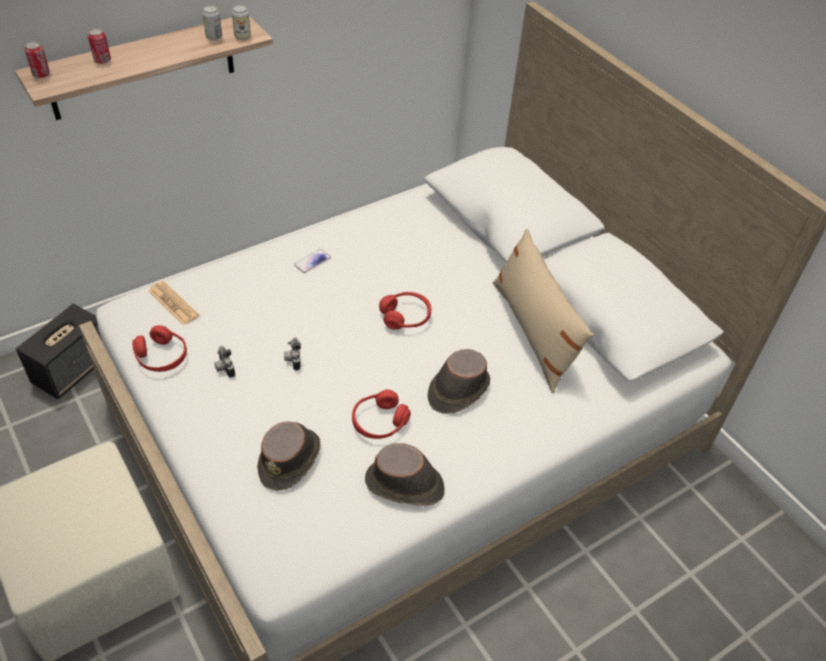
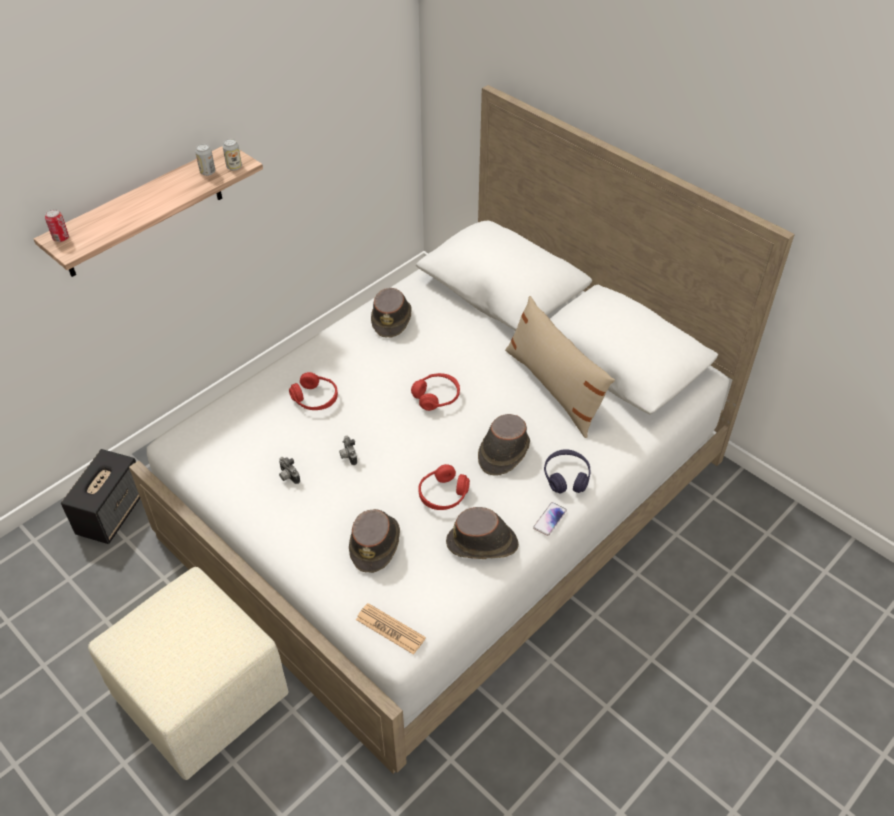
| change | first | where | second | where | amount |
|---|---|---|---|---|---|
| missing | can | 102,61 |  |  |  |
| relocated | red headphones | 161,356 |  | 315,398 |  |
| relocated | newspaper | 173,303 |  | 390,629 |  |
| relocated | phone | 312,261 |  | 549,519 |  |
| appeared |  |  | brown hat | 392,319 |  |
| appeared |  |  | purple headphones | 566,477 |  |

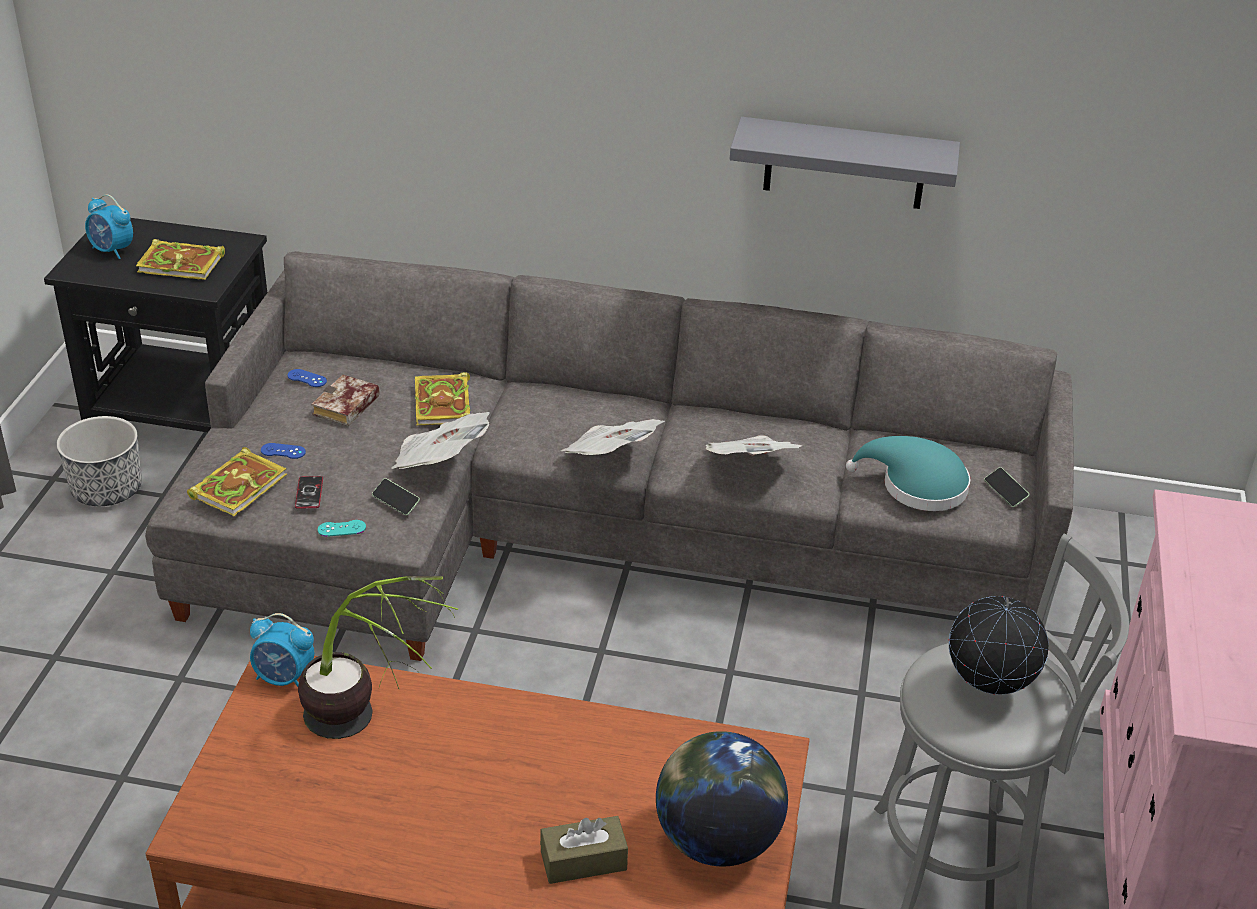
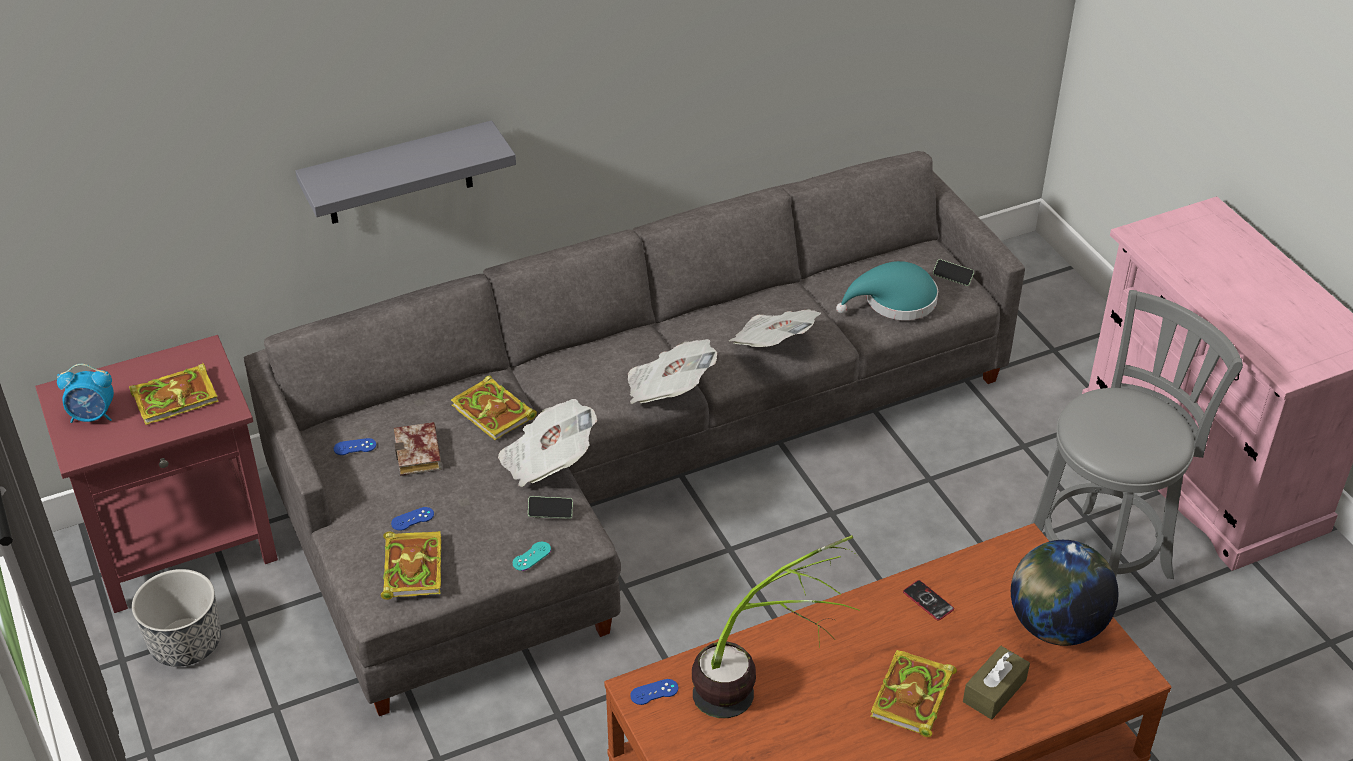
| change | first | where | second | where | amount |
|---|---|---|---|---|---|
| colour | black side table | 184,421 | red side table | 183,545 |  |
| exchanged | alarm clock | 284,678 | blue game controller | 654,692 |  |
| relocated | phone | 309,493 |  | 928,601 |  |
| relocated | grey shelf | 845,163 |  | 399,174 |  |
| missing | globe | 988,690 |  |  |  |
| appeared |  |  | book | 912,698 |  |

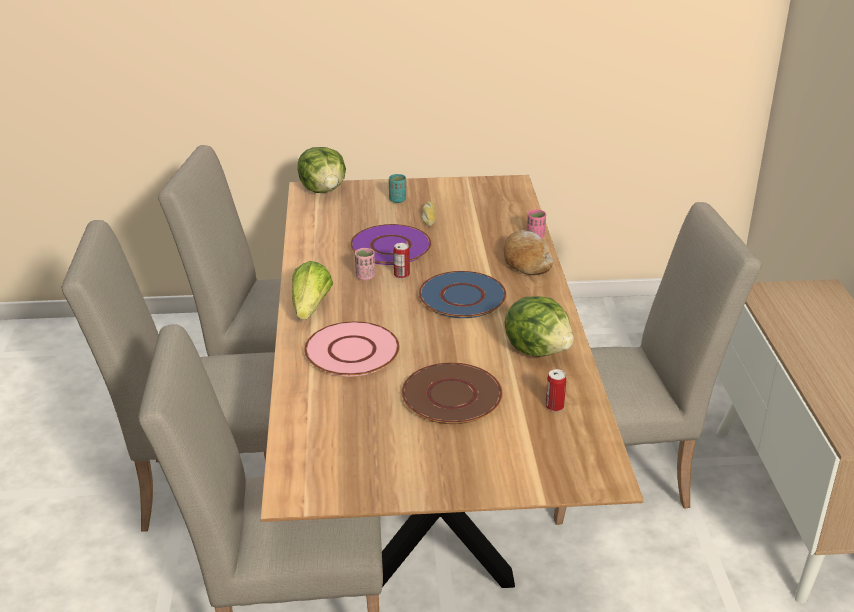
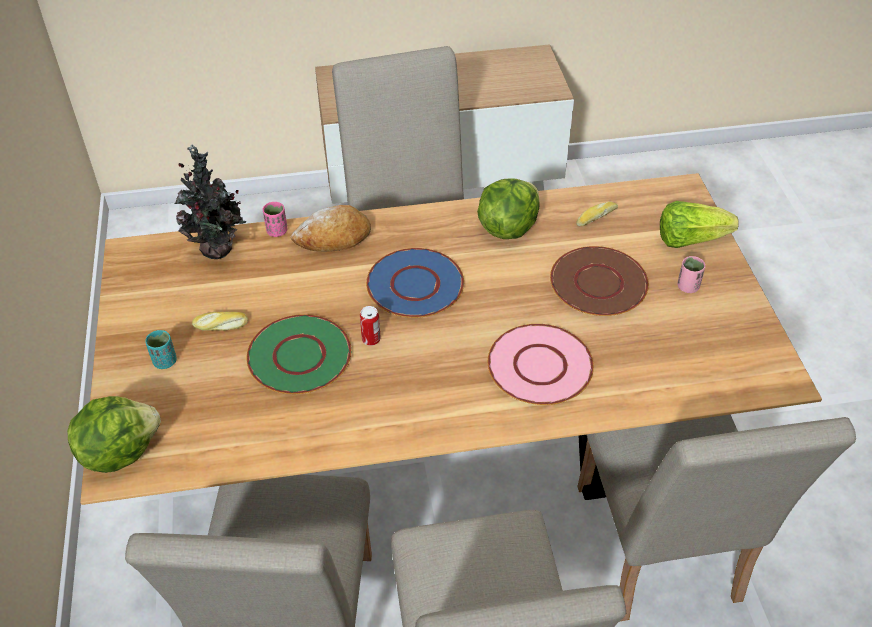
| change | first | where | second | where | amount |
|---|---|---|---|---|---|
| relocated | lettuce | 310,308 |  | 689,239 |  |
| colour | purple plate | 390,246 | green plate | 299,356 |  |
| relocated | pink cup | 365,276 |  | 687,287 |  |
| exchanged | can | 554,406 | bread | 595,217 |  |
| appeared |  |  | potted plant | 219,251 |  |

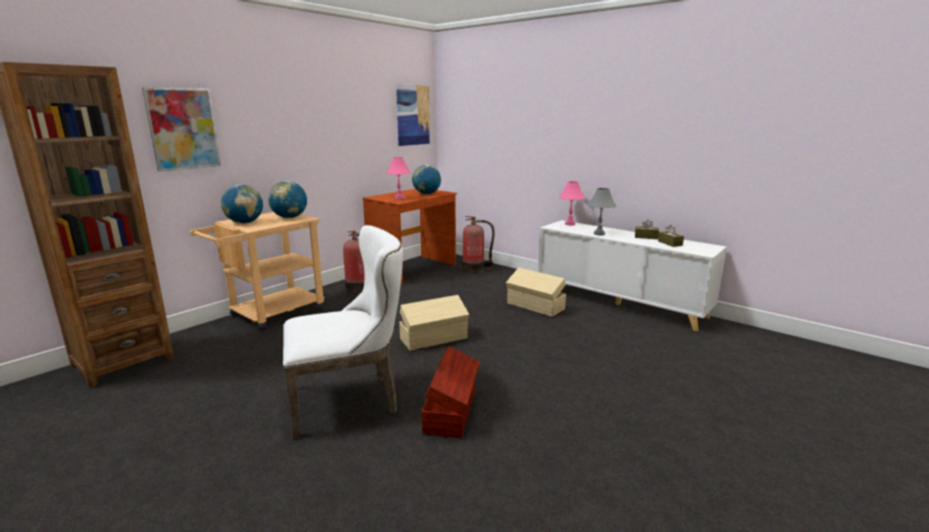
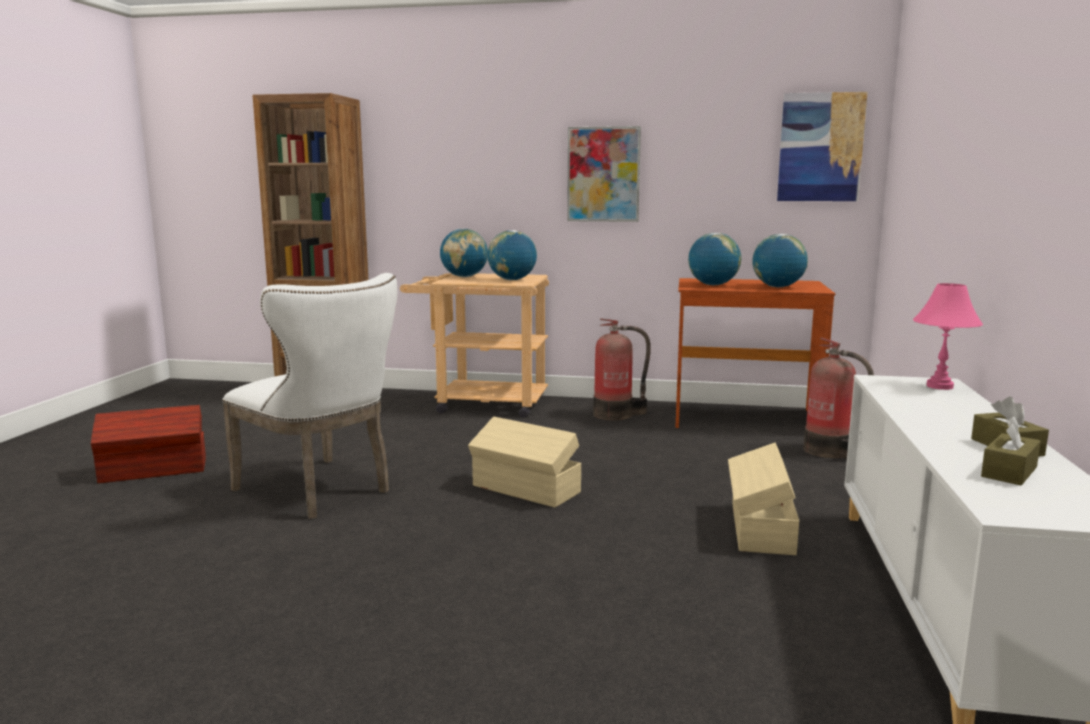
| change | first | where | second | where | amount |
|---|---|---|---|---|---|
| relocated | picture | 183,129 |  | 603,174 |  |
| exchanged | pink table lamp | 399,198 | globe | 713,285 |  |
| relocated | brown storage box | 452,411 |  | 154,470 |  |
| missing | grey table lamp | 599,234 |  |  |  |

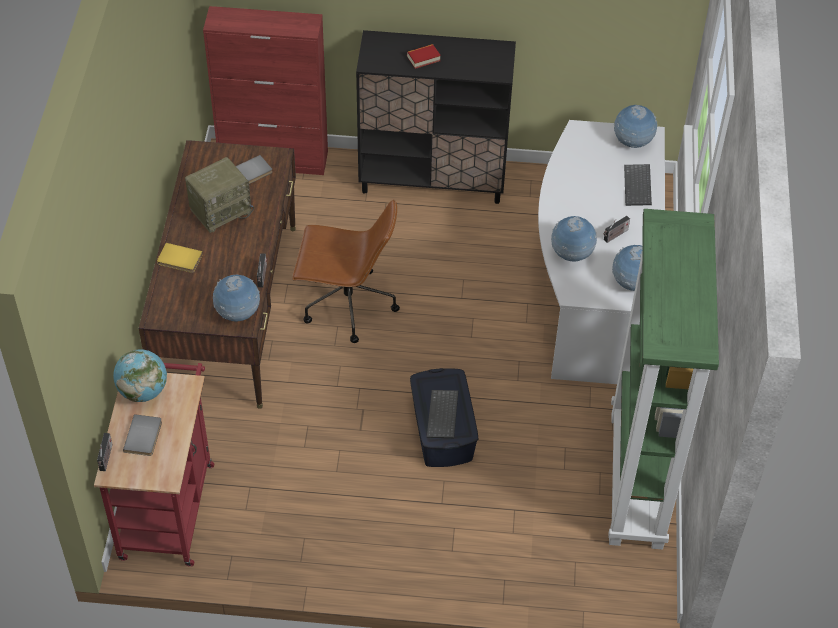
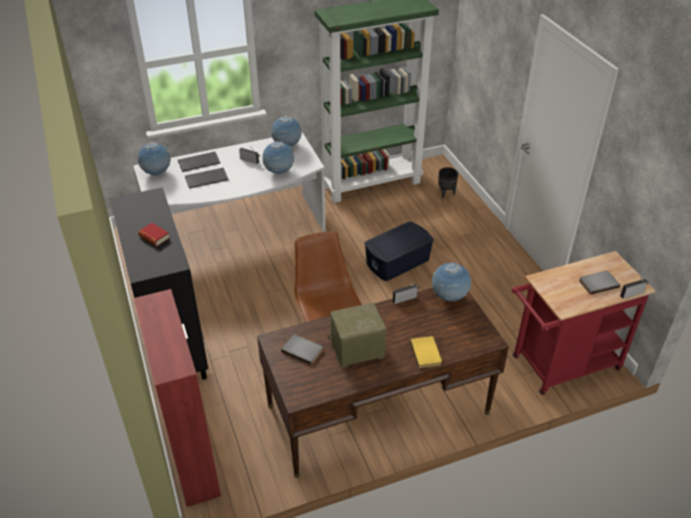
| change | first | where | second | where | amount |
|---|---|---|---|---|---|
| missing | globe | 143,391 |  |  |  |
| spun | radio | 221,210 |  | 356,351 | 45 degrees counterclockwise |
| relocated | keyboard | 443,416 |  | 207,178 |  |
| appeared |  |  | black planter | 446,194 |  |

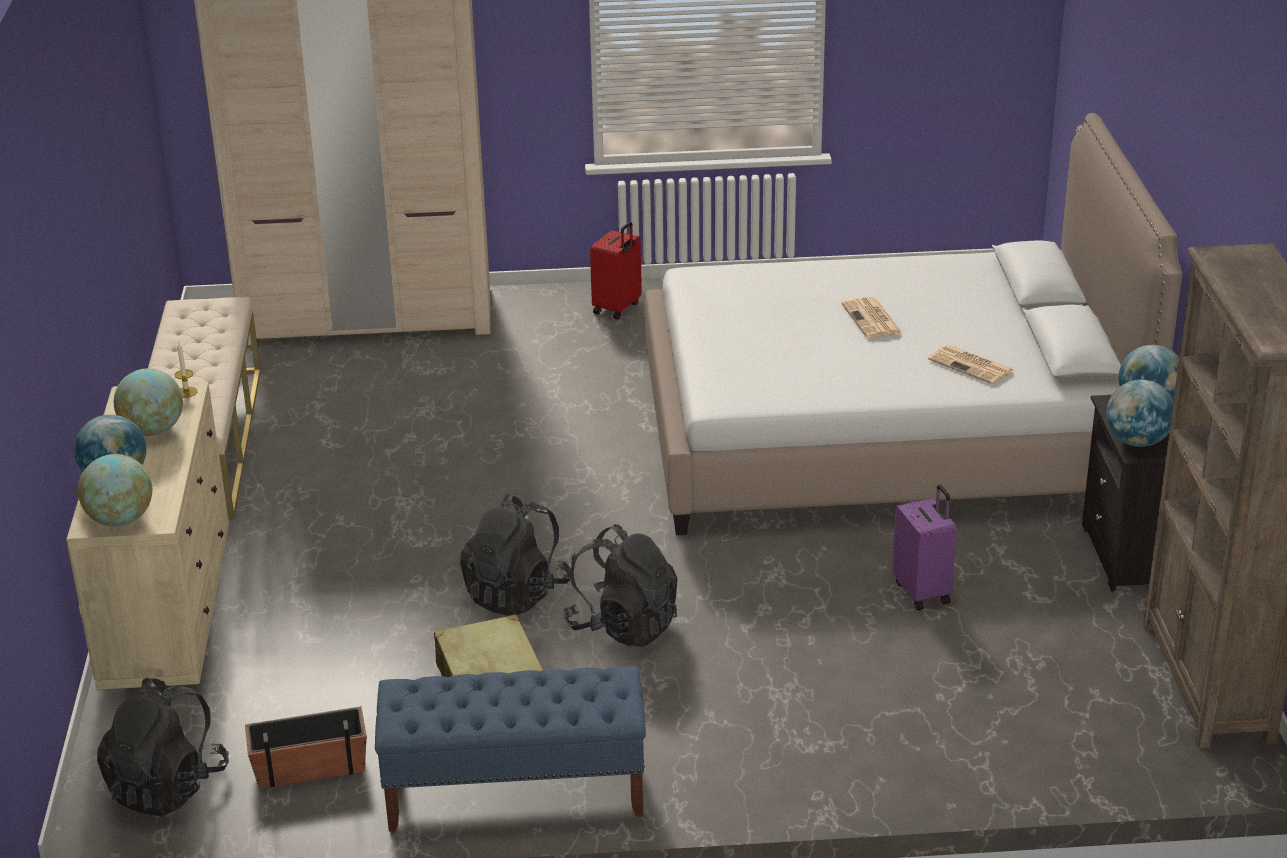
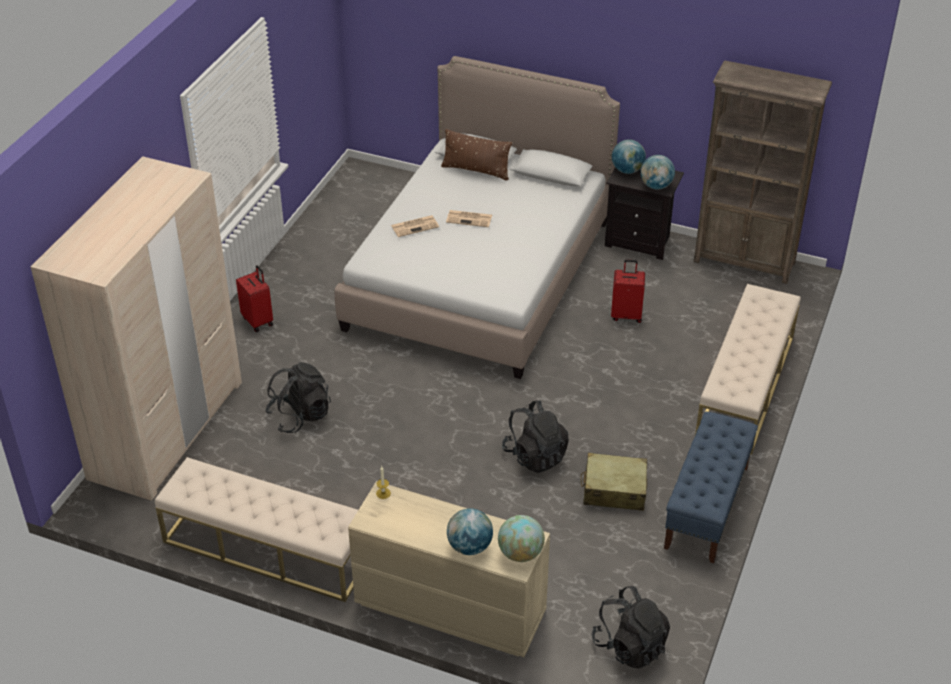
| change | first | where | second | where | amount |
|---|---|---|---|---|---|
| missing | globe | 153,431 |  |  |  |
| missing | planter | 310,766 |  |  |  |
| relocated | black backpack | 623,626 |  | 300,416 |  |
| colour | purple suitcase | 923,592 | red suitcase | 626,315 |  |
| relocated | newspaper | 972,365 |  | 415,226 |  |
| appeared |  |  | brown pillow | 476,170 |  |
| appeared |  |  | beige bench | 745,387 |  |

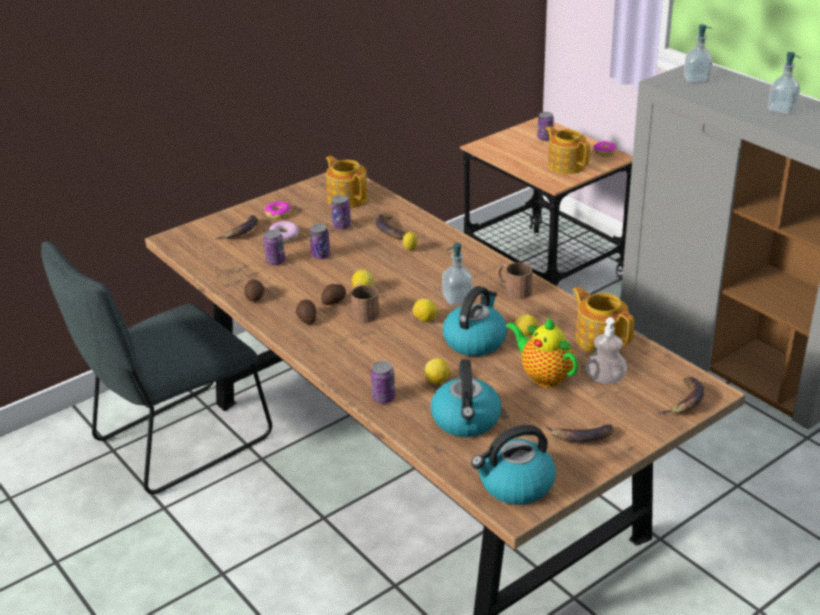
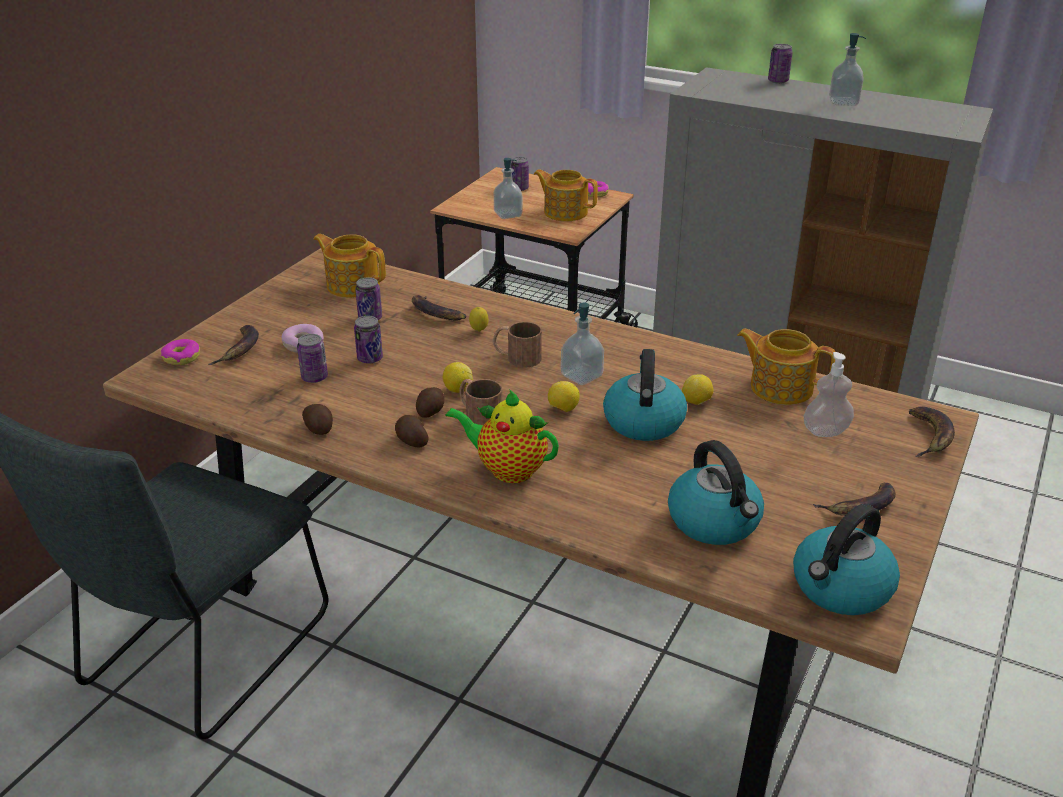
| change | first | where | second | where | amount |
|---|---|---|---|---|---|
| relocated | donut | 278,214 |  | 182,357 |  |
| relocated | can | 383,398 |  | 778,81 |  |
| missing | lemon | 437,381 |  |  |  |
| relocated | brown mug | 513,289 |  | 516,357 |  |
| relocated | teapot | 543,376 |  | 507,469 |  |
| relocated | soap dispenser | 696,80 |  | 508,214 |  |

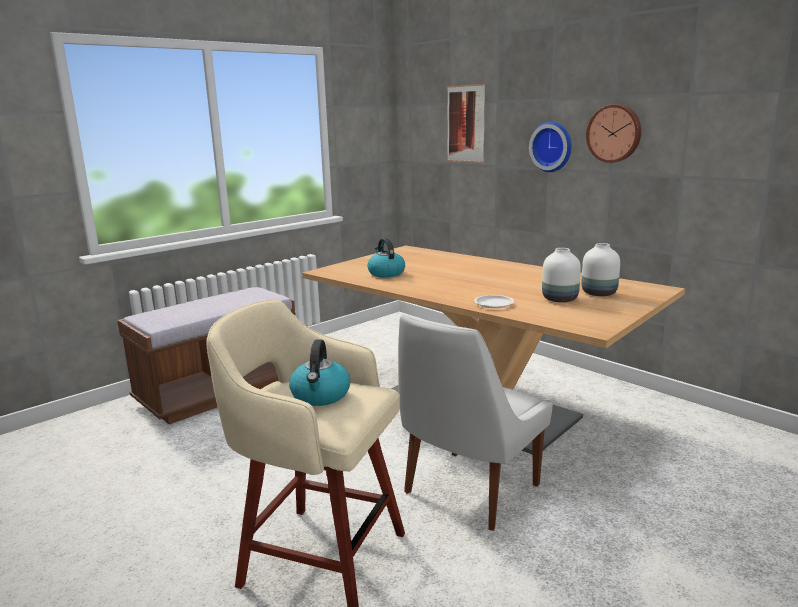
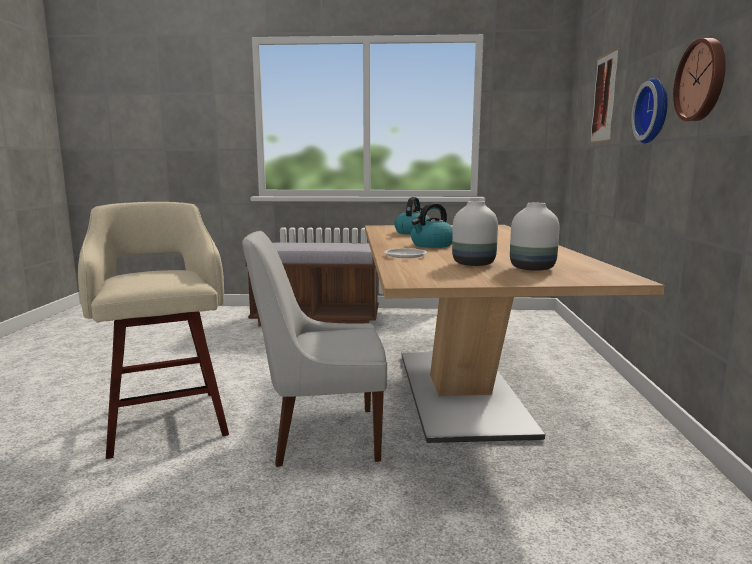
| change | first | where | second | where | amount |
|---|---|---|---|---|---|
| relocated | kettle | 321,396 |  | 432,245 |  |

